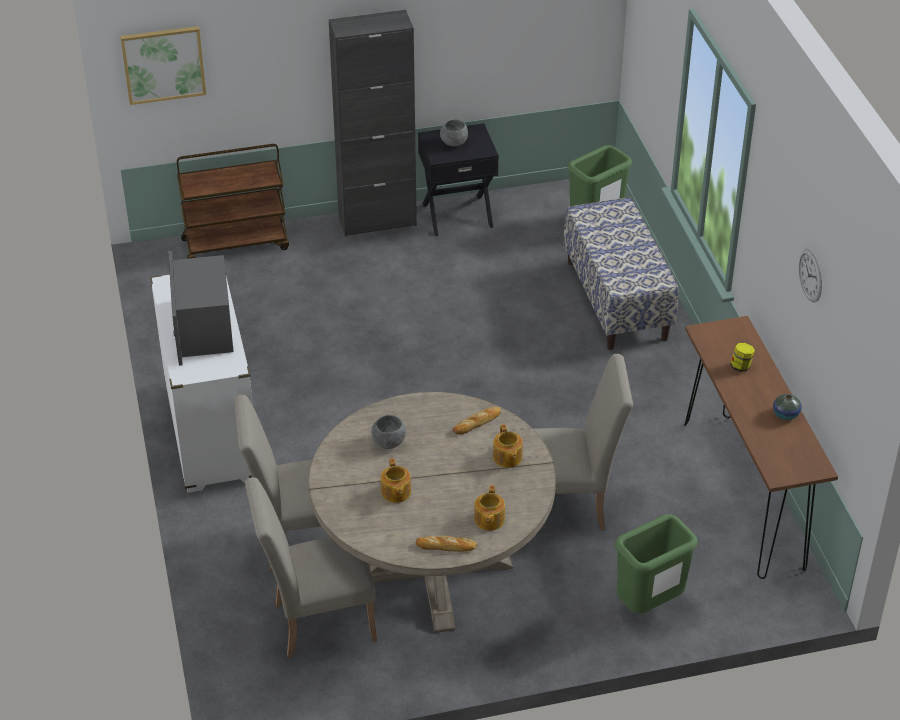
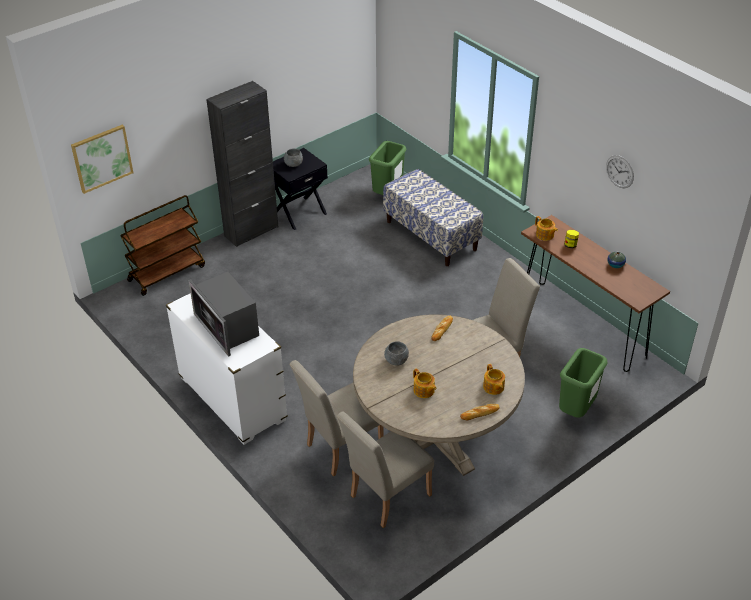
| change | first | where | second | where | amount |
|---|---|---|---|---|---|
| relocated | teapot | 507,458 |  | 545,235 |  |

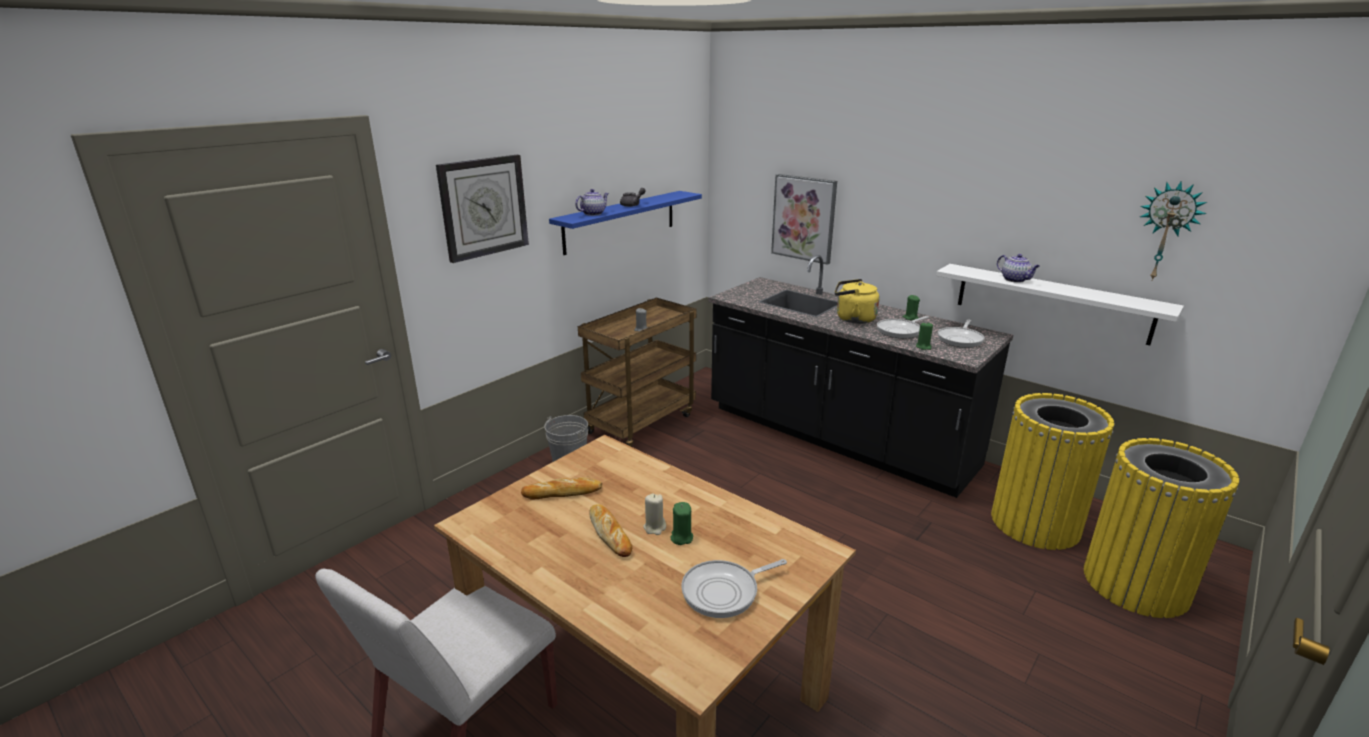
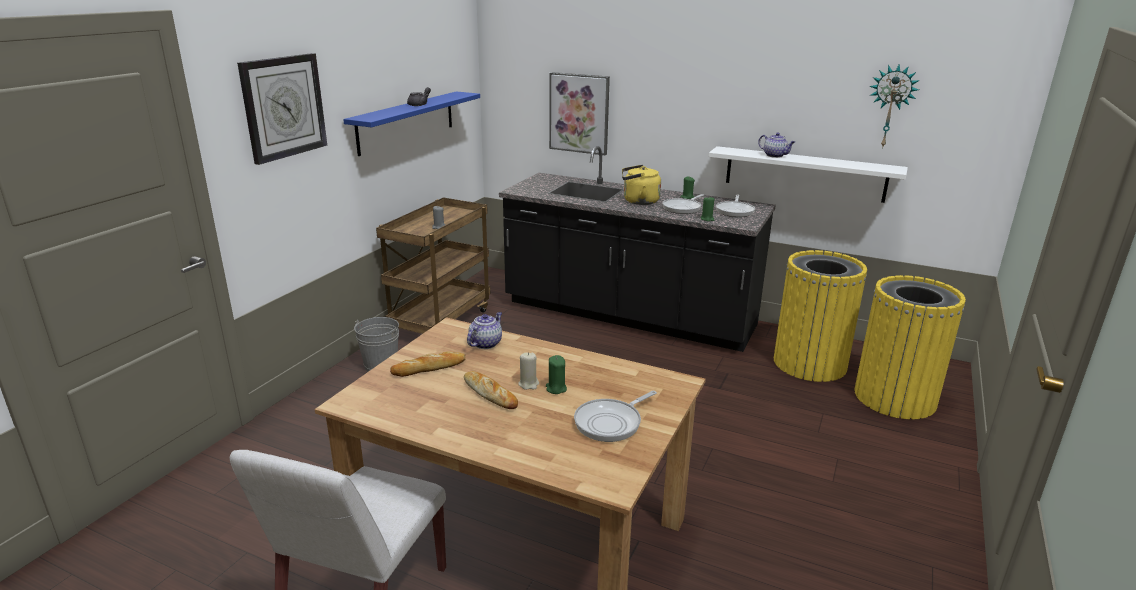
| change | first | where | second | where | amount |
|---|---|---|---|---|---|
| relocated | teapot | 593,213 |  | 485,343 |  |

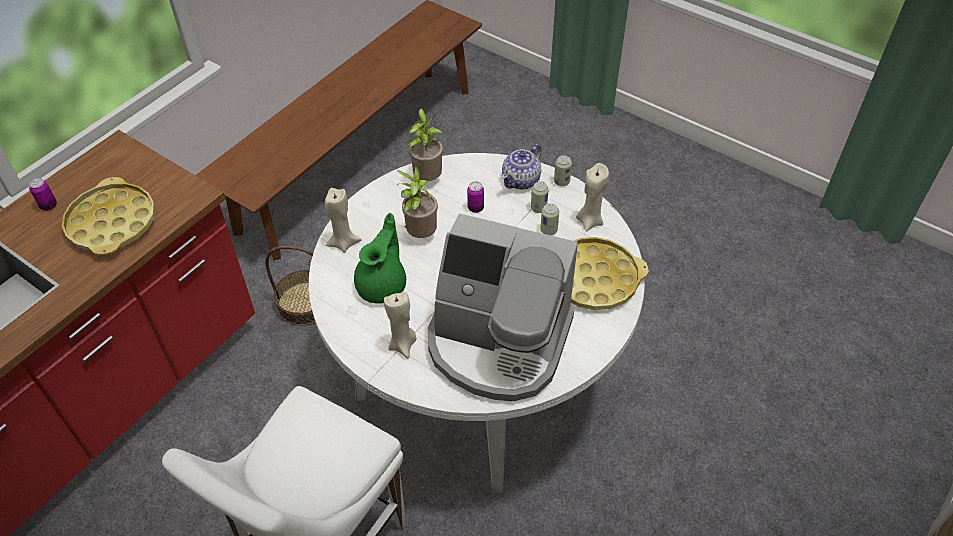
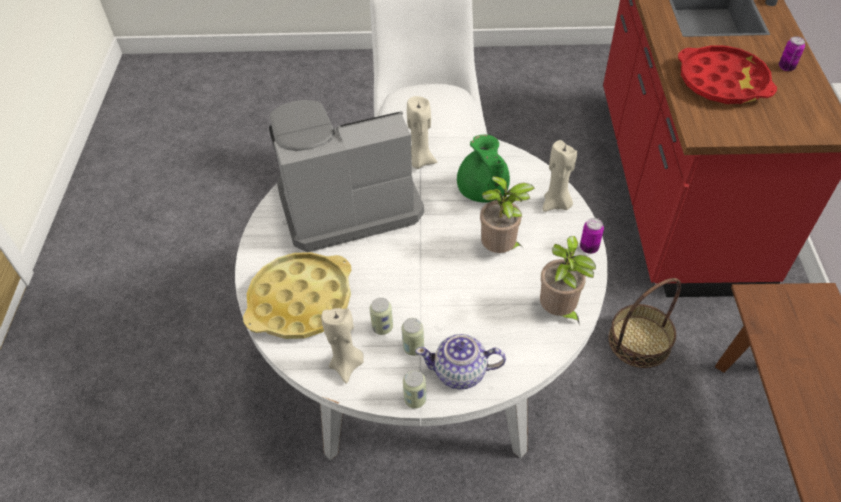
| change | first | where | second | where | amount |
|---|---|---|---|---|---|
| colour | yellow tray | 112,223 | red tray | 722,82 |  |
| relocated | can | 475,208 |  | 589,248 |  |
| spun | teapot | 521,180 |  | 461,372 | 90 degrees counterclockwise |

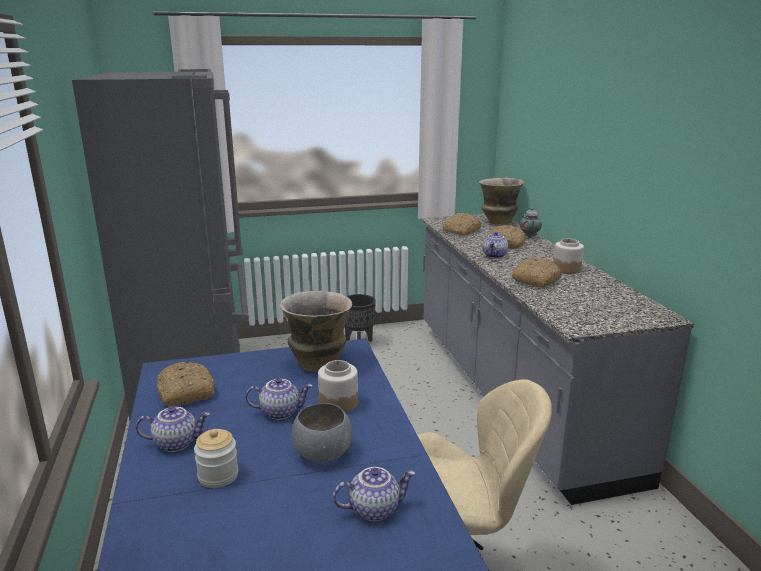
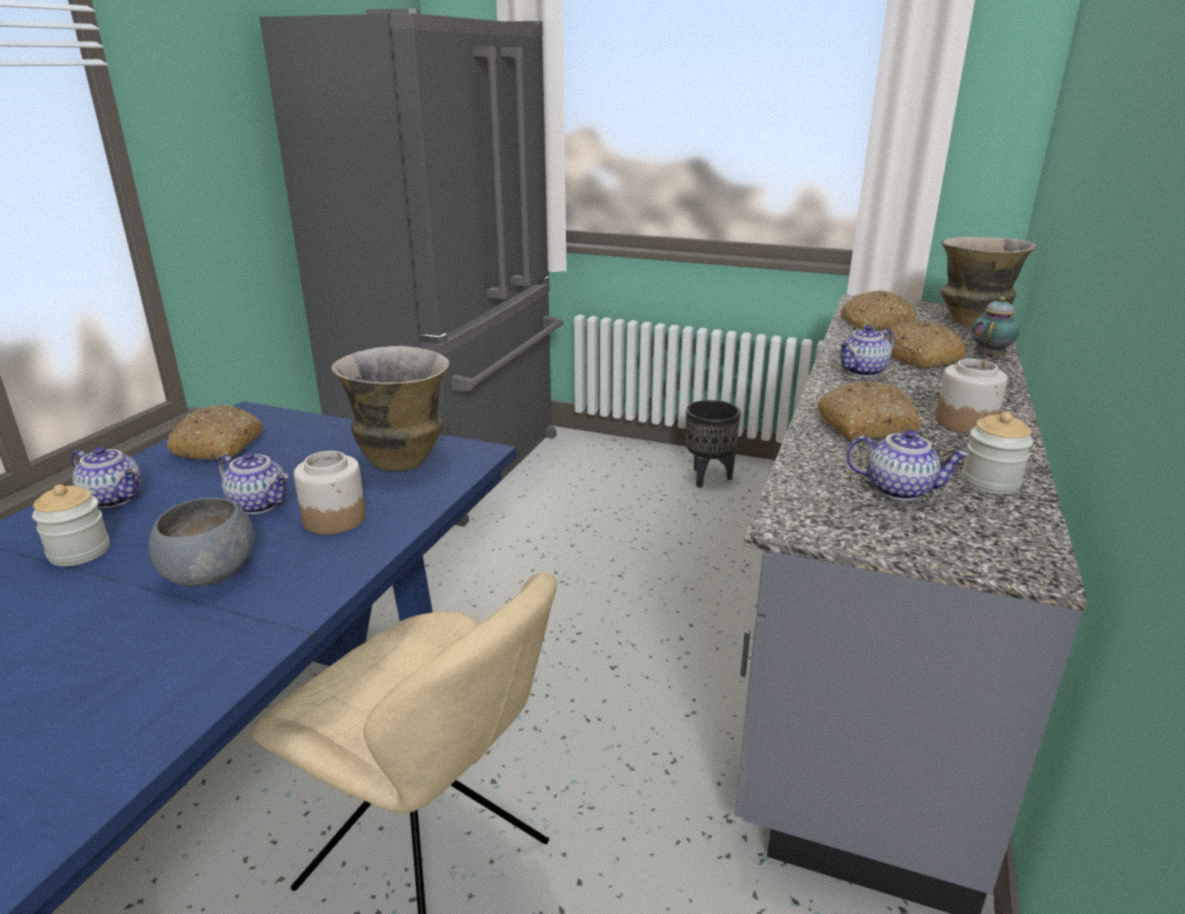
| change | first | where | second | where | amount |
|---|---|---|---|---|---|
| relocated | teapot | 374,509 |  | 899,489 |  |
| appeared |  |  | jar | 990,482 |  |

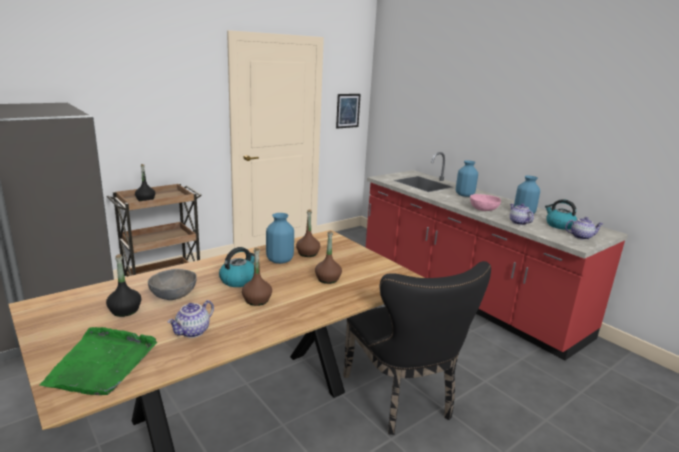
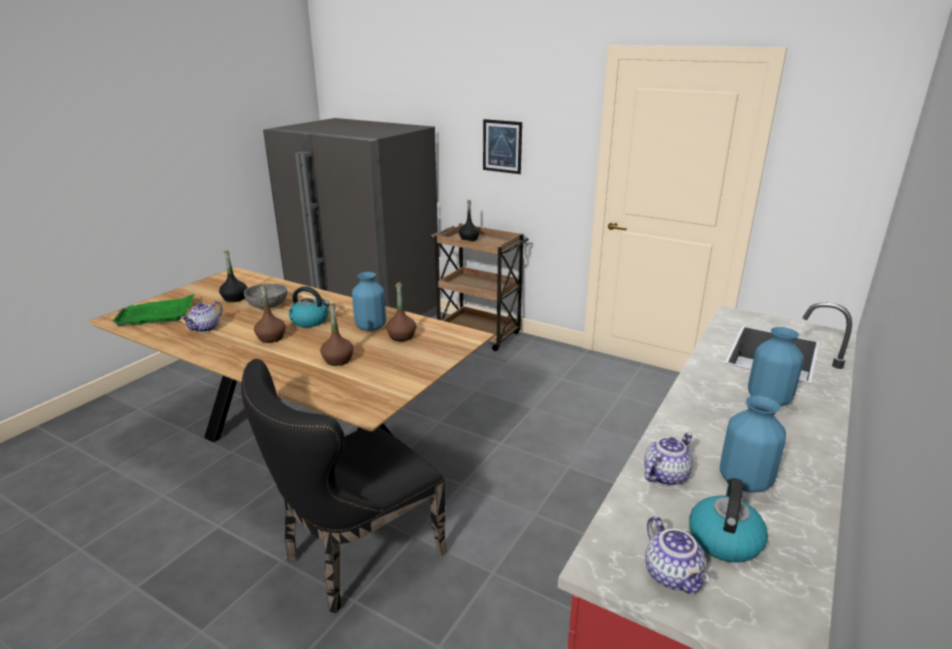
| change | first | where | second | where | amount |
|---|---|---|---|---|---|
| spun | teapot | 193,332 |  | 205,328 | 75 degrees counterclockwise |
| relocated | picture | 348,110 |  | 502,146 |  |
| missing | pink bowl | 483,209 |  |  |  |

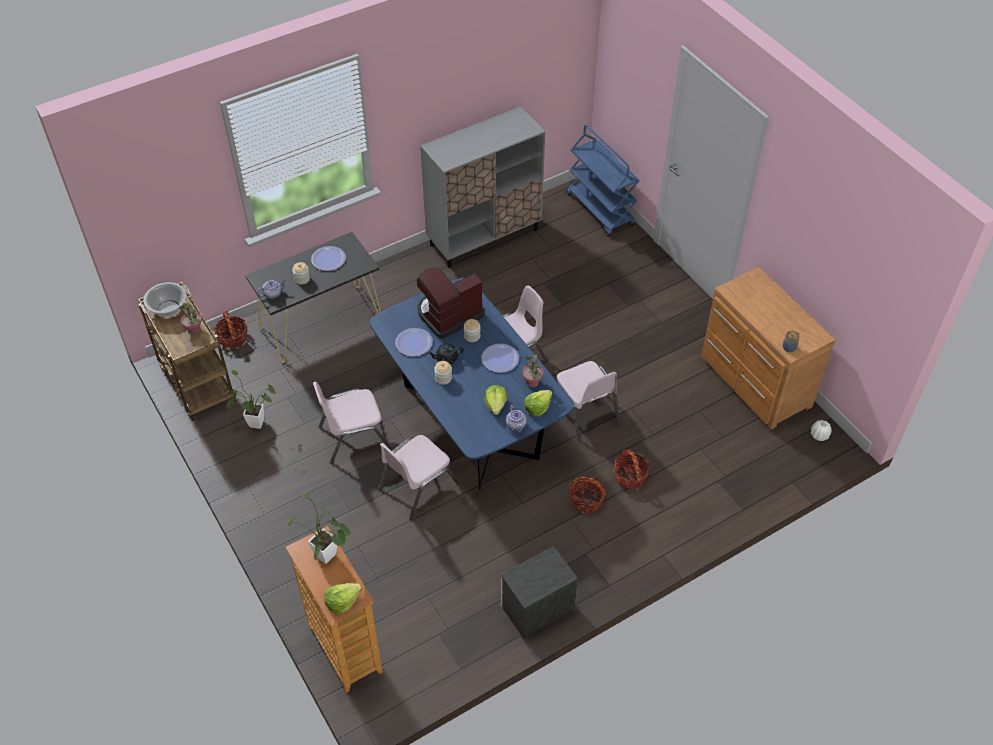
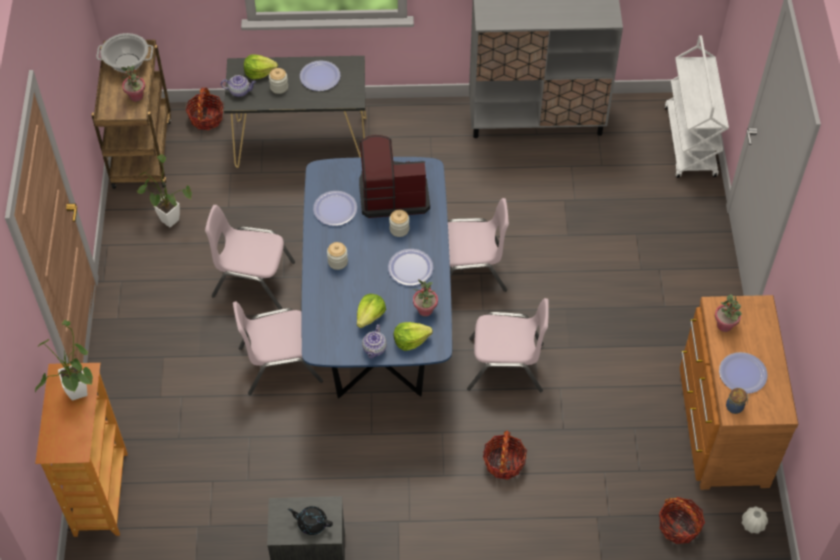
| change | first | where | second | where | amount |
|---|---|---|---|---|---|
| relocated | lettuce | 342,601 |  | 259,72 |  |
| relocated | black teapot | 446,358 |  | 311,523 |  |
| spun | pink chair | 584,411 |  | 506,366 | 90 degrees counterclockwise |
| colour | blue cart | 600,210 | white cart | 690,142 |  |
| relocated | basket | 586,500 |  | 679,526 |  |
| appeared |  |  | potted plant | 724,325 |  |
| appeared |  |  | plate | 742,373 |  |

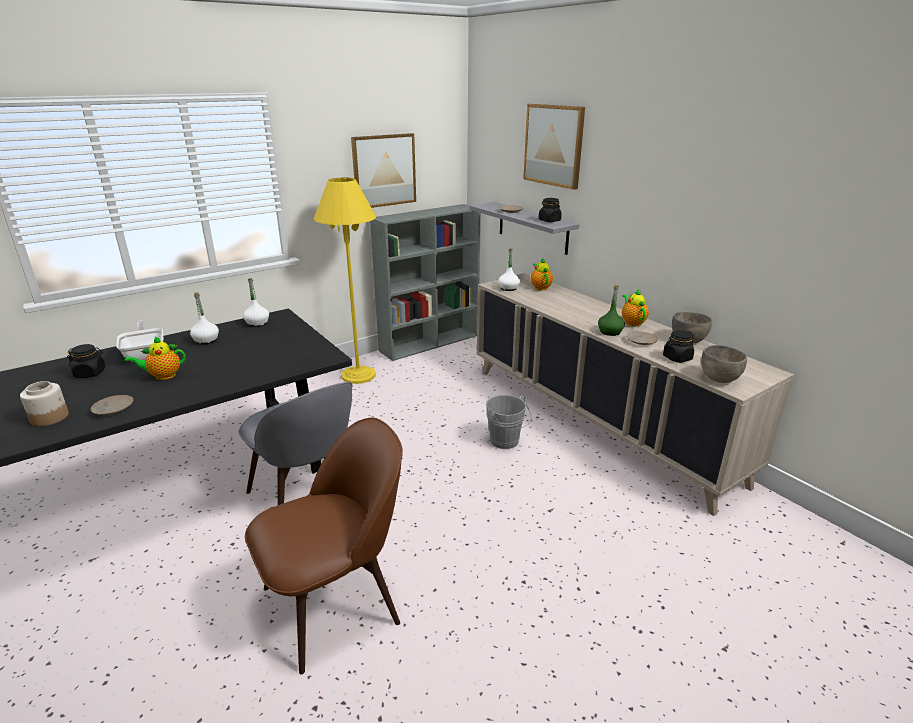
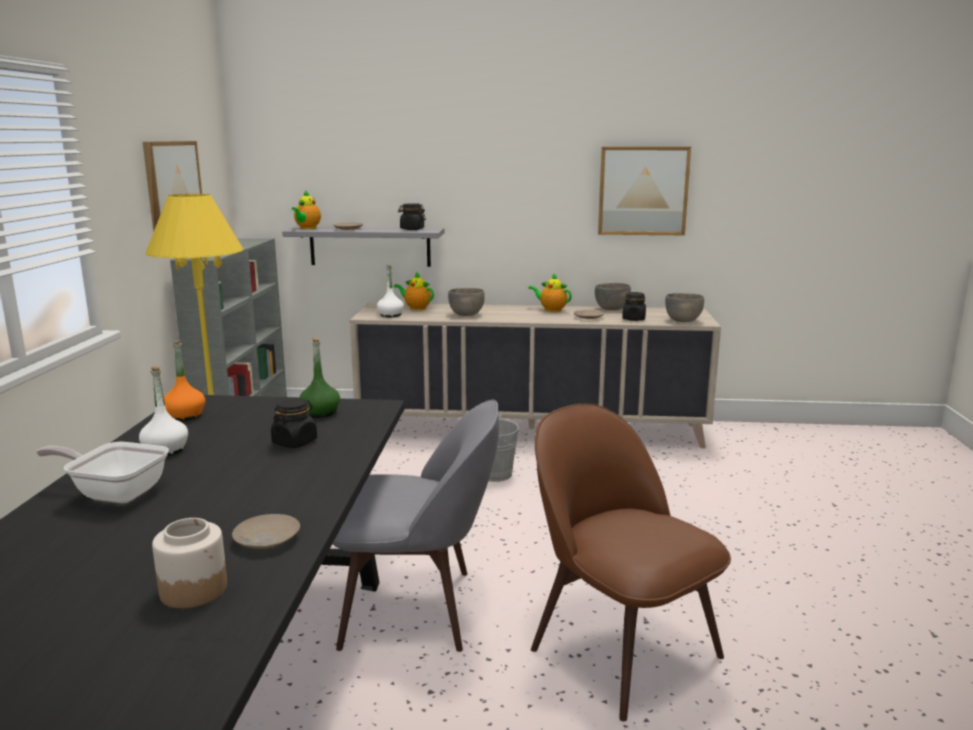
| change | first | where | second | where | amount |
|---|---|---|---|---|---|
| relocated | black jar | 90,373 |  | 295,442 |  |
| relocated | teapot | 163,376 |  | 307,228 |  |
| colour | white bottle | 257,323 | orange bottle | 185,416 |  |
| spun | brown chair | 336,602 |  | 620,648 | 45 degrees counterclockwise |
| relocated | picture | 554,145 |  | 643,191 |  |
| relocated | green bottle | 610,332 |  | 320,412 |  |
| appeared |  |  | grey bowl | 466,315 |  |

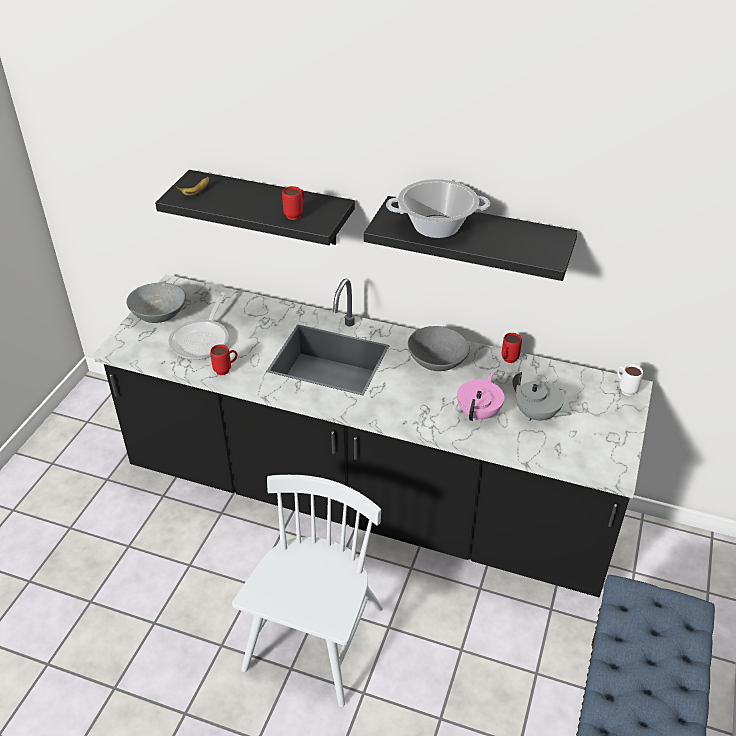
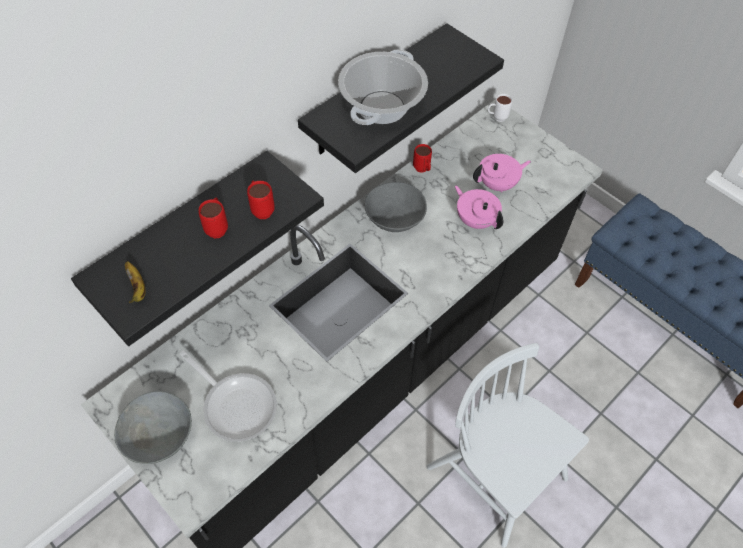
| change | first | where | second | where | amount |
|---|---|---|---|---|---|
| relocated | red mug | 226,370 |  | 218,227 |  |
| colour | grey teapot | 537,415 | pink teapot | 497,184 |  |

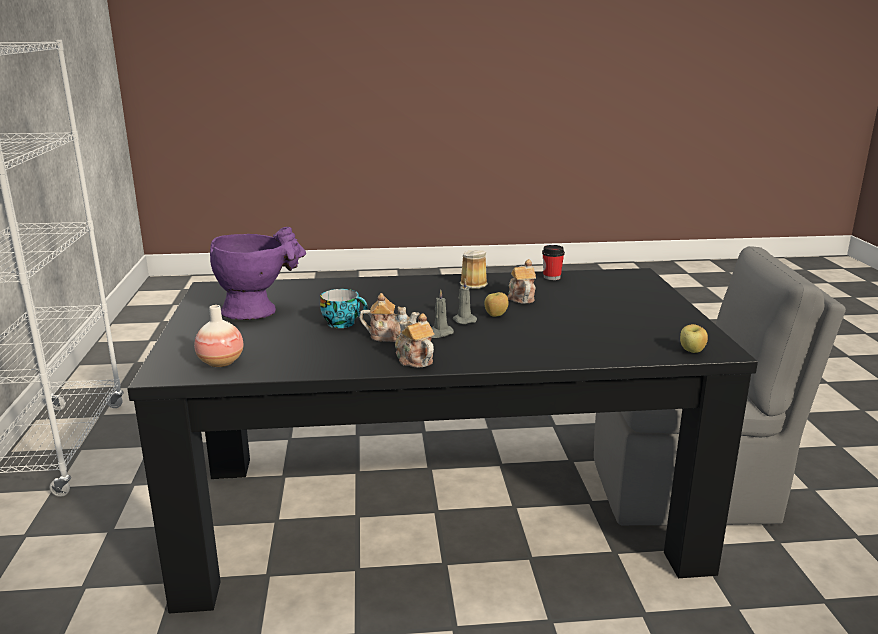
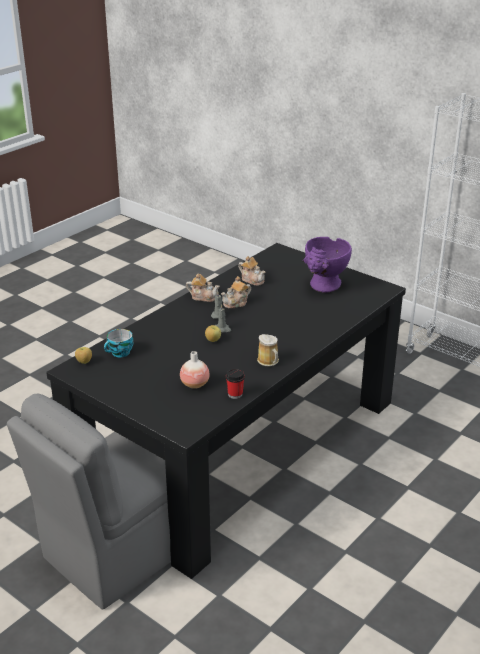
| change | first | where | second | where | amount |
|---|---|---|---|---|---|
| relocated | vase | 221,362 |  | 195,384 |  |
| relocated | cup | 343,323 |  | 120,353 |  |
| relocated | teapot | 521,297 |  | 252,280 |  |

